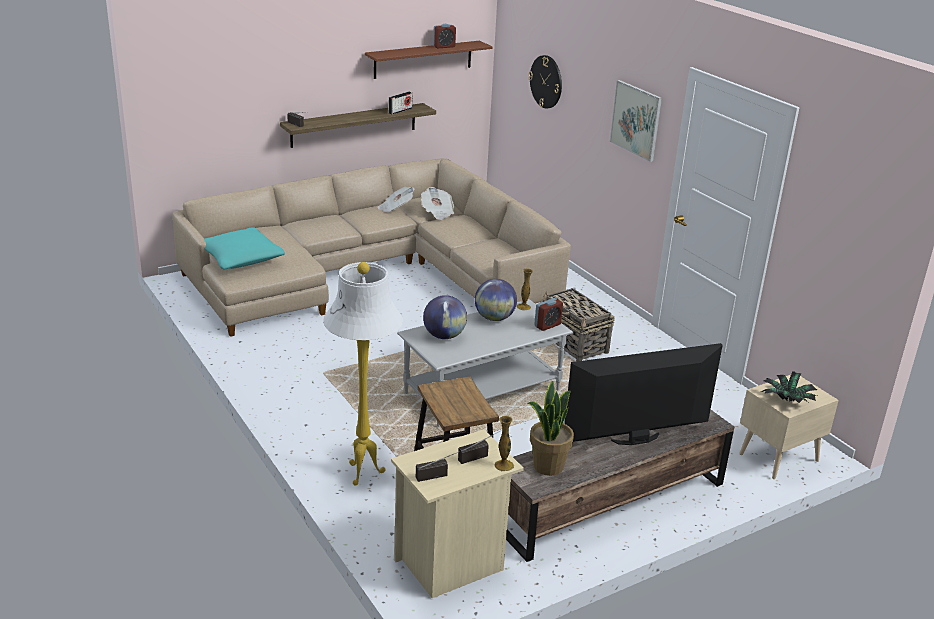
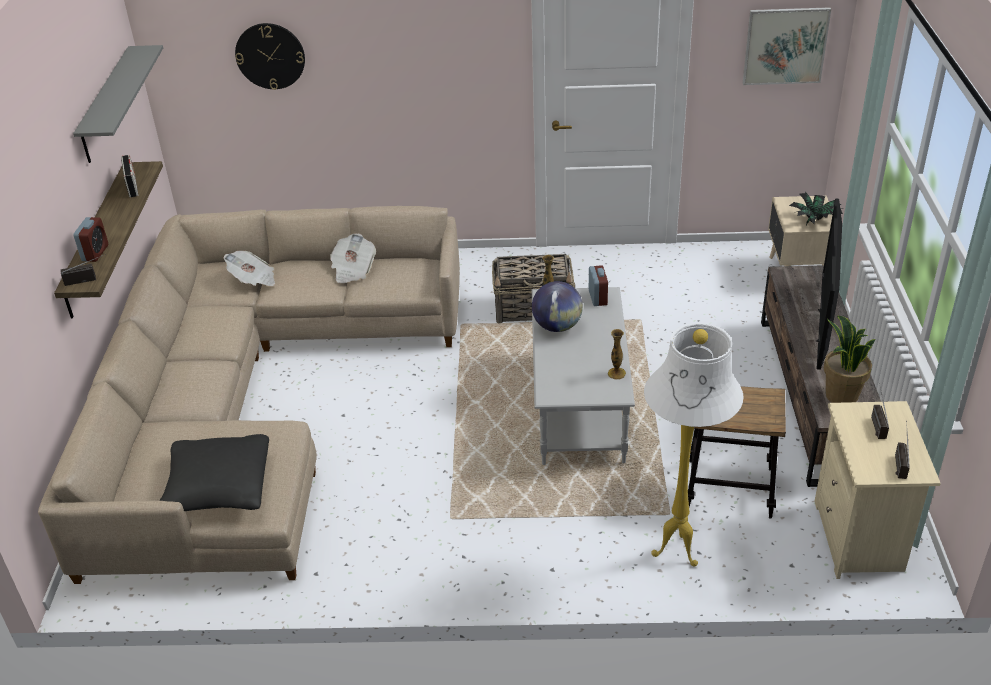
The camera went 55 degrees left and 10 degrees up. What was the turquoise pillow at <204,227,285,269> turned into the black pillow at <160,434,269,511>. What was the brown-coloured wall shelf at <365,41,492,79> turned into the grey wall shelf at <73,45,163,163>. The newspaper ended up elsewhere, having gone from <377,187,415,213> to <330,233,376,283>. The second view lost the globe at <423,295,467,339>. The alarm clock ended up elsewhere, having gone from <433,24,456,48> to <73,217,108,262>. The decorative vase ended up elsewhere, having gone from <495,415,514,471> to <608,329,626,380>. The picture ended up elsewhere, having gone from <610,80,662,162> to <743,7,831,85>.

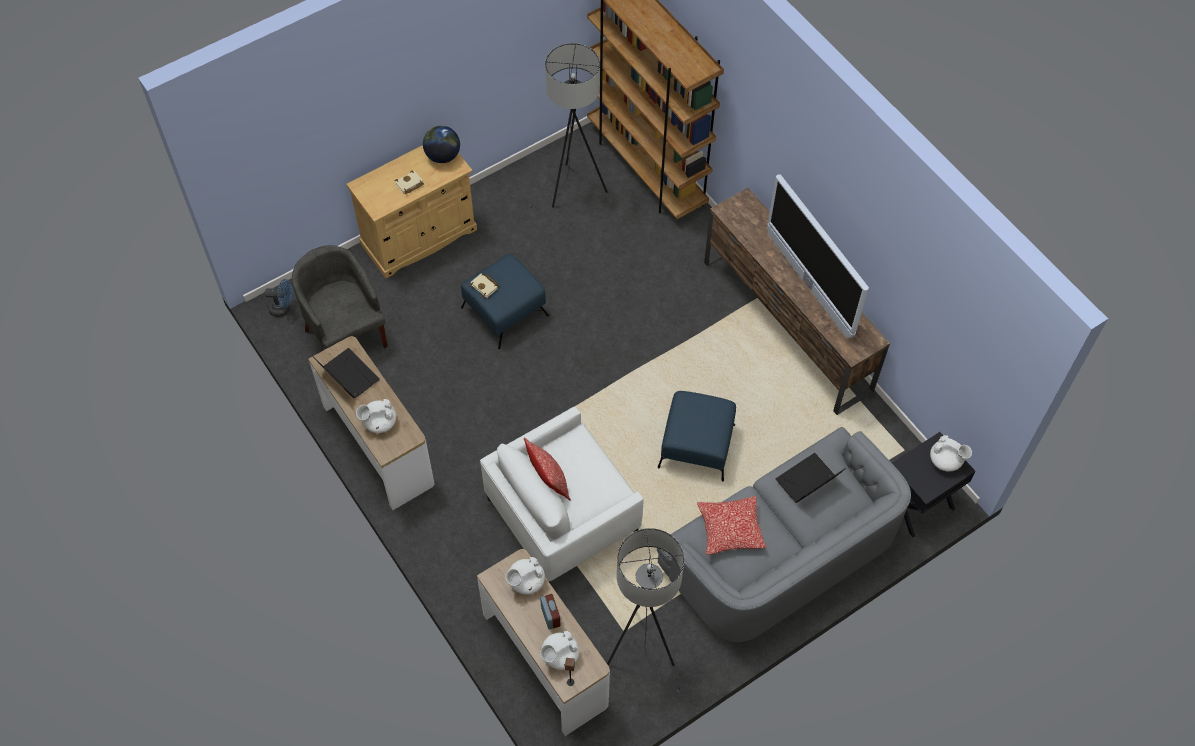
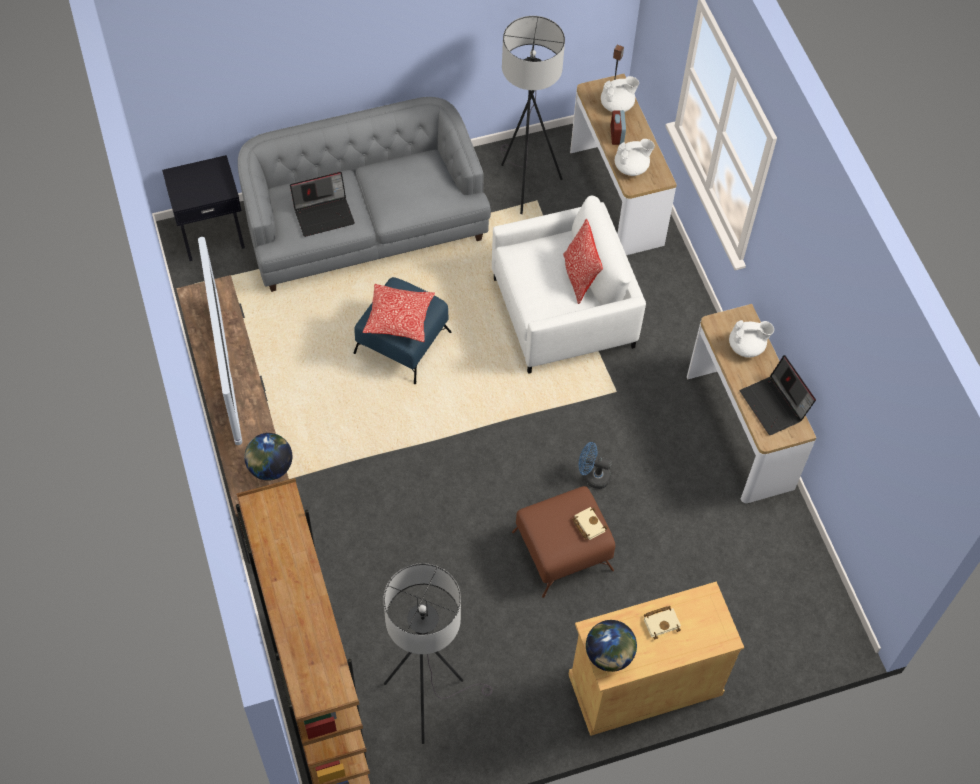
The camera went 165 degrees left and 0 degrees up. The blue-coloured cooling fan ended up elsewhere, having gone from <265,279,293,317> to <578,442,612,489>. The second view lost the grey armchair at <292,245,388,349>. What was the blue-coloured footrest at <461,254,549,349> turned into the brown-coloured footrest at <512,486,615,598>. The pillow ended up elsewhere, having gone from <697,496,766,555> to <362,284,435,342>. The second view lost the whitish teapot at <930,435,972,471>. The second view gained the globe at <244,433,292,481>.

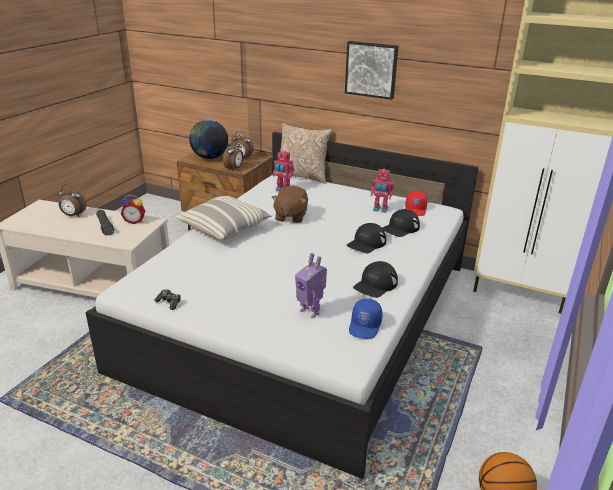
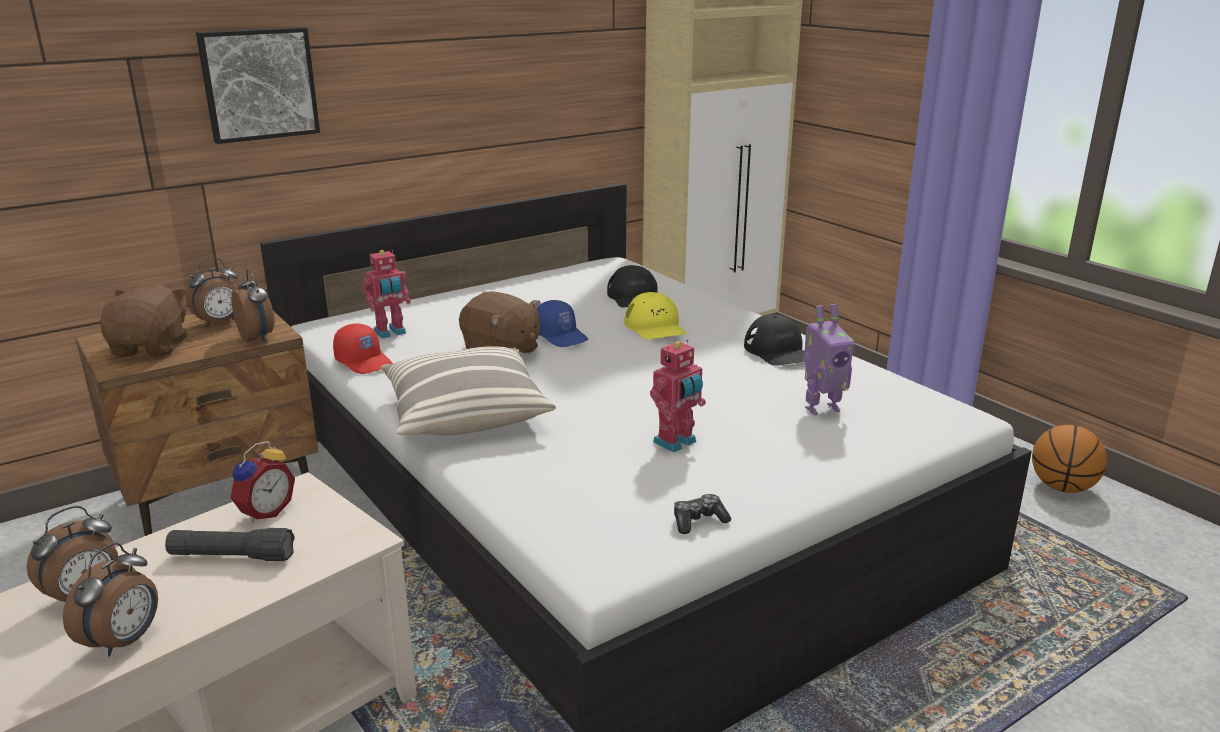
The camera went 60 degrees left and 5 degrees down. Where the globe stood at <189,120,228,159>, the brown-coloured plush toy came to stand at <100,284,187,357>. The second view lost the pillow at <280,123,333,184>. The picture ended up elsewhere, having gone from <345,41,399,100> to <196,27,320,144>. What was the black cap at <347,223,386,253> turned into the yellowish cap at <624,292,687,339>. The blue-coloured cap ended up elsewhere, having gone from <349,299,383,339> to <537,300,588,347>. The toy robot ended up elsewhere, having gone from <371,169,394,213> to <650,340,706,453>. The red-coloured cap ended up elsewhere, having gone from <405,191,427,216> to <333,324,393,374>. The second view gained the alarm clock at <63,543,158,657>.

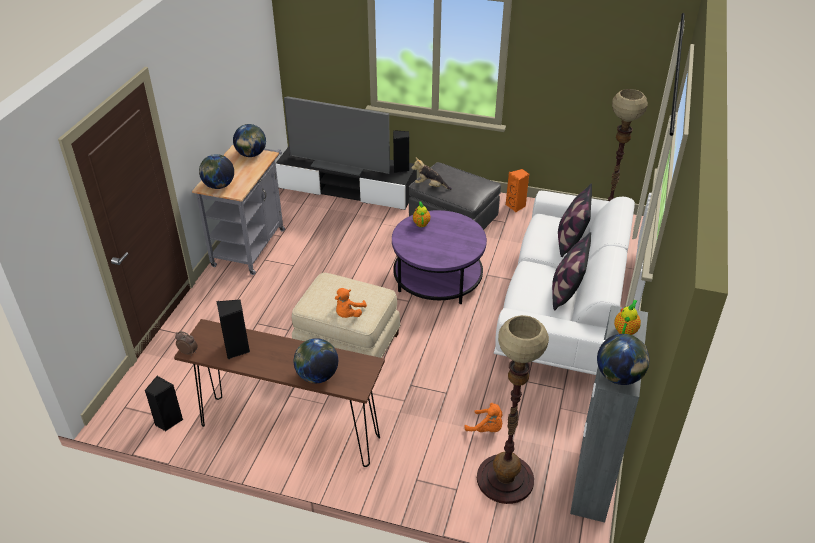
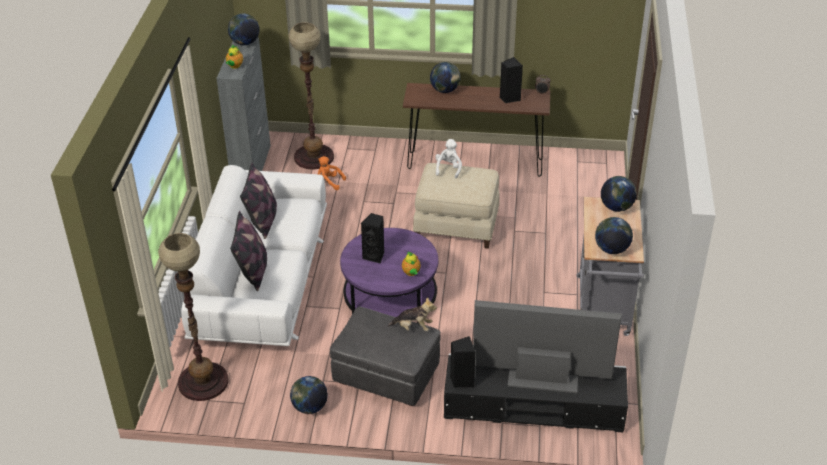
The camera went 170 degrees right and 0 degrees up. The black speaker ended up elsewhere, having gone from <145,376,183,431> to <361,213,384,264>. What was the orangey plush toy at <335,288,367,318> turned into the whitish plush toy at <435,139,462,179>. Where the orangey speaker stood at <506,169,529,212>, the globe came to stand at <290,376,328,414>.

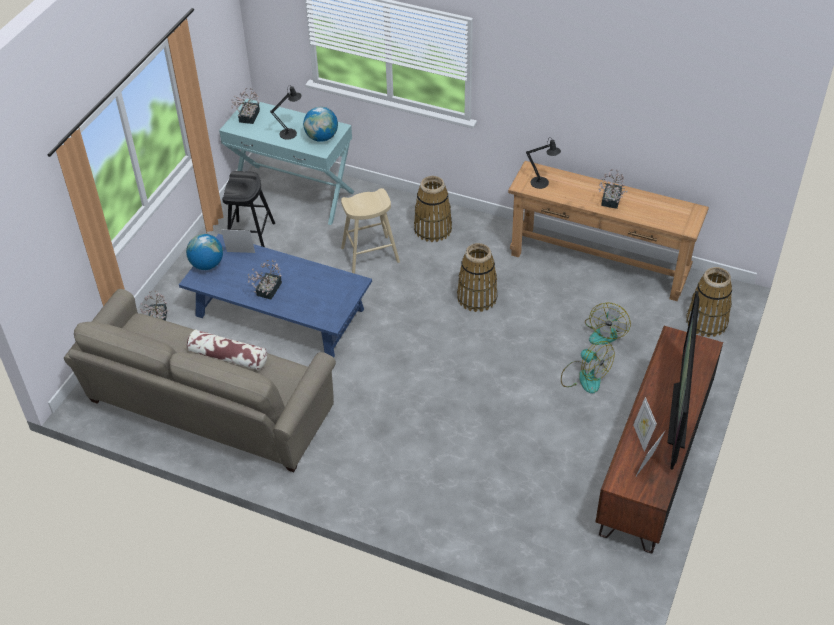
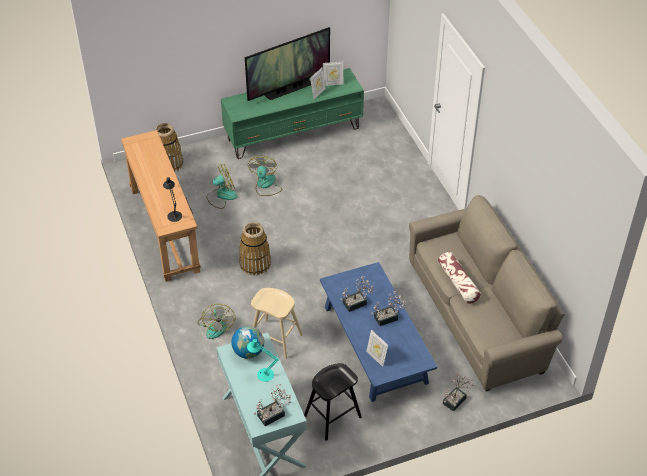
The camera went 135 degrees left and 0 degrees up. The second view lost the globe at <186,234,223,270>. What was the black tabletop lamp at <270,85,301,140> turned into the turquoise tabletop lamp at <247,339,279,382>. Where the household basket stood at <414,176,452,242>, the cooling fan came to stand at <198,304,235,339>. What was the brown-coloured tv unit at <596,326,723,553> turned into the greenish tv unit at <221,68,364,159>. The potted plant ended up elsewhere, having gone from <599,169,628,209> to <340,276,373,312>.

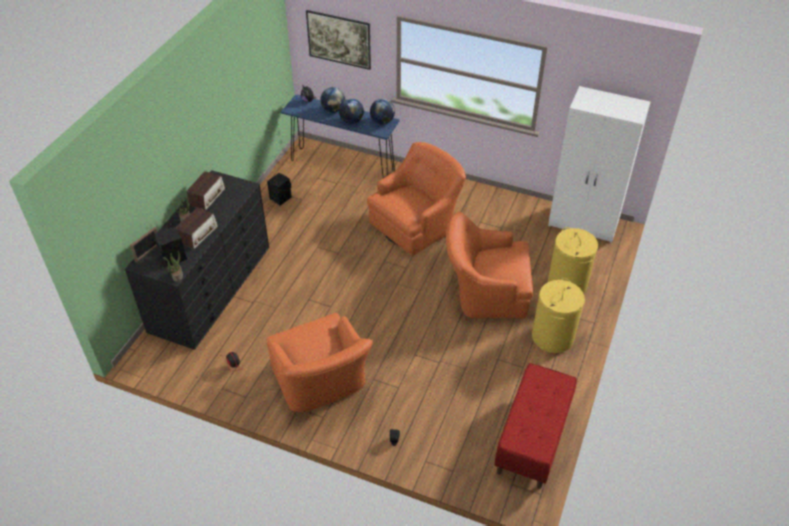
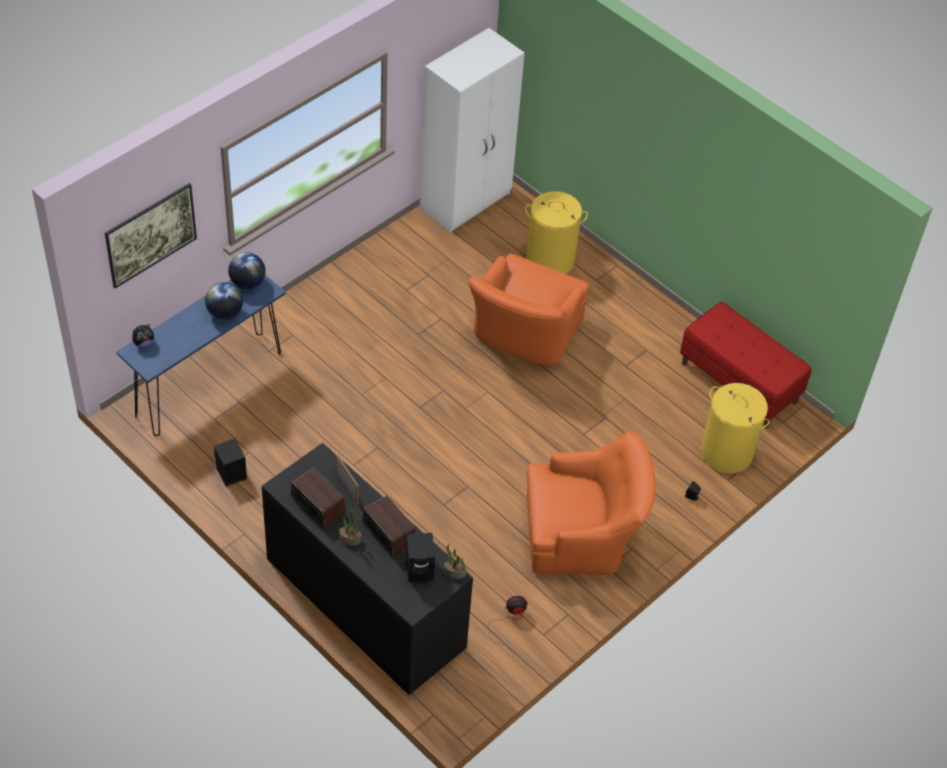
The camera went 70 degrees left and 5 degrees up. The picture frame ended up elsewhere, having gone from <130,227,157,262> to <336,455,359,505>. The second view lost the globe at <320,87,345,113>. The second view lost the orangey armchair at <367,142,466,256>. The yellowish laundry basket ended up elsewhere, having gone from <532,278,585,353> to <700,383,770,473>.

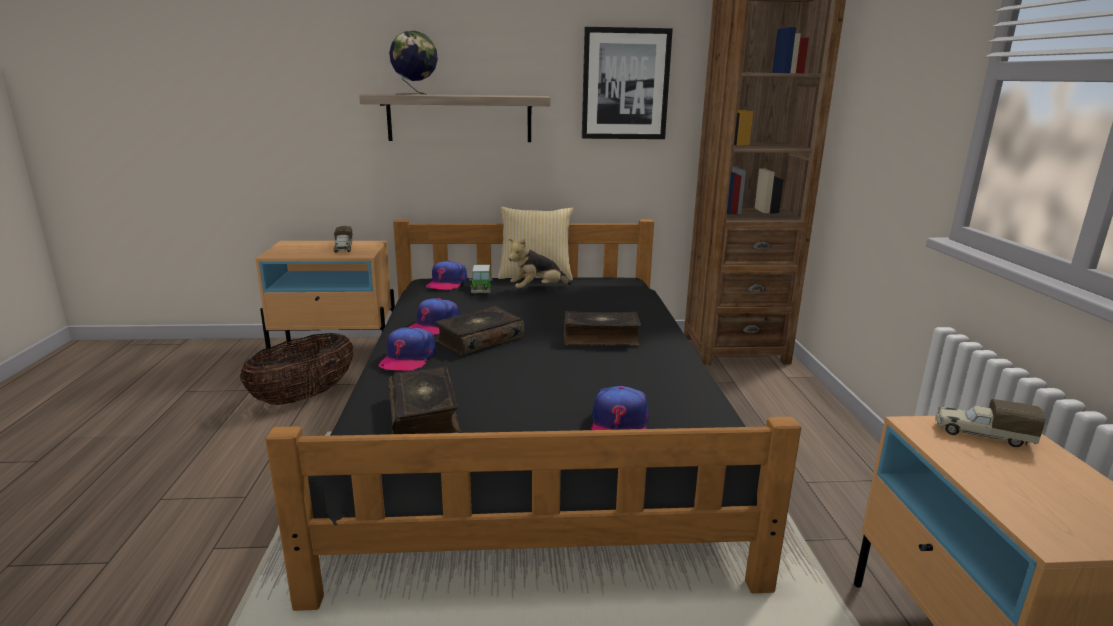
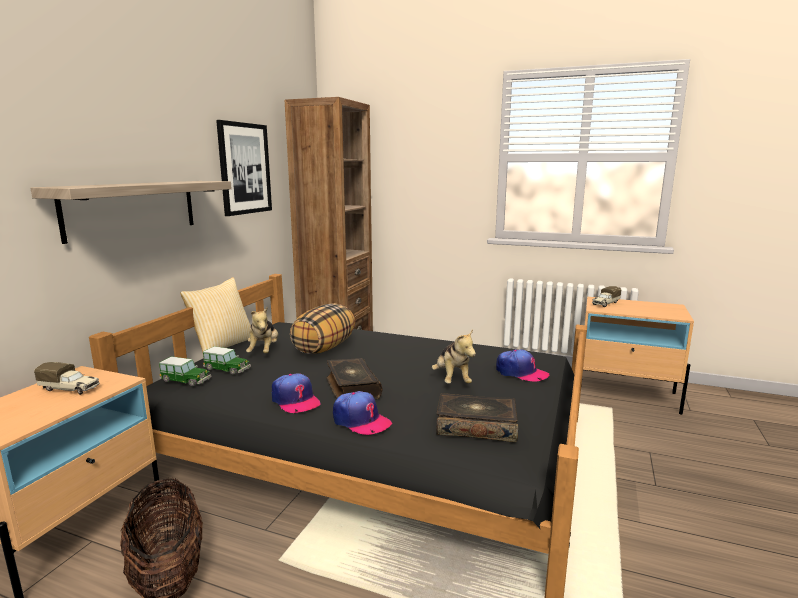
The camera went 65 degrees left and 5 degrees down. The second view lost the globe at <389,31,438,95>. Where the cap stood at <426,260,467,290>, the miniature car came to stand at <159,356,211,386>. The second view lost the bound book at <563,311,641,346>. The second view gained the pillow at <290,303,355,354>. The second view gained the plush toy at <432,329,476,384>.

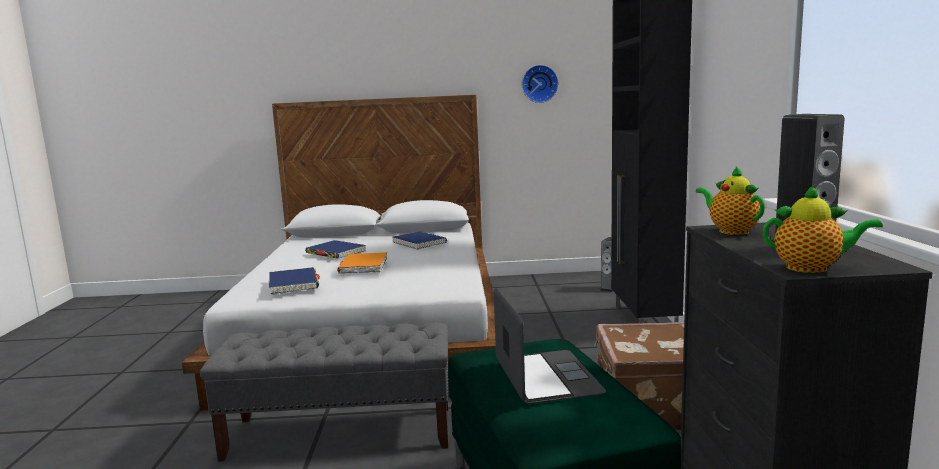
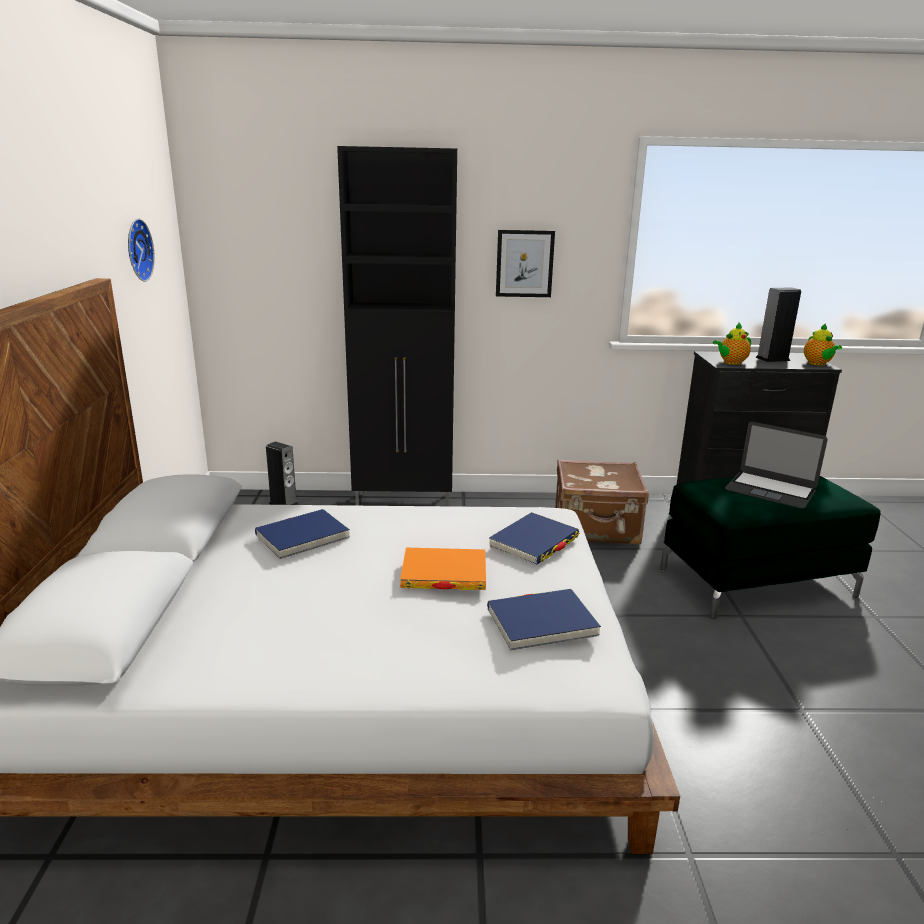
The camera went 90 degrees left and 10 degrees up. The second view lost the grey indoor bench at <200,323,449,462>. The blue-coloured bound book ended up elsewhere, having gone from <305,240,366,259> to <489,512,579,564>. The laptop at <494,288,606,404> ended up facing another way, 135 degrees counterclockwise from before. The teapot at <762,185,883,273> ended up facing another way, 150 degrees clockwise from before. The second view gained the picture at <496,230,555,297>.

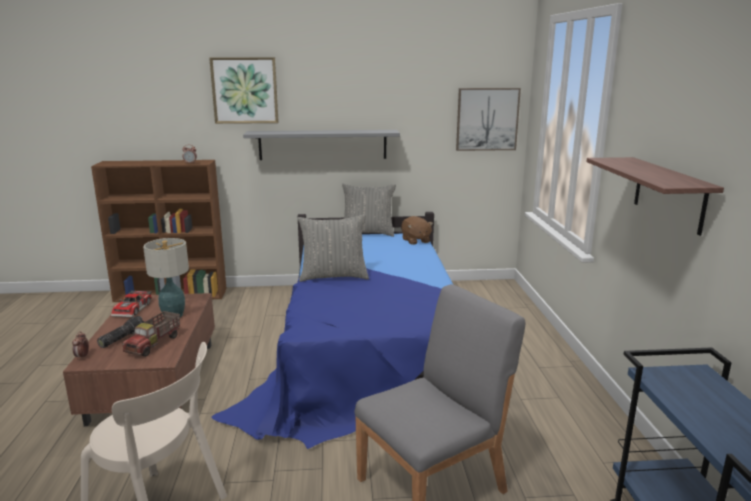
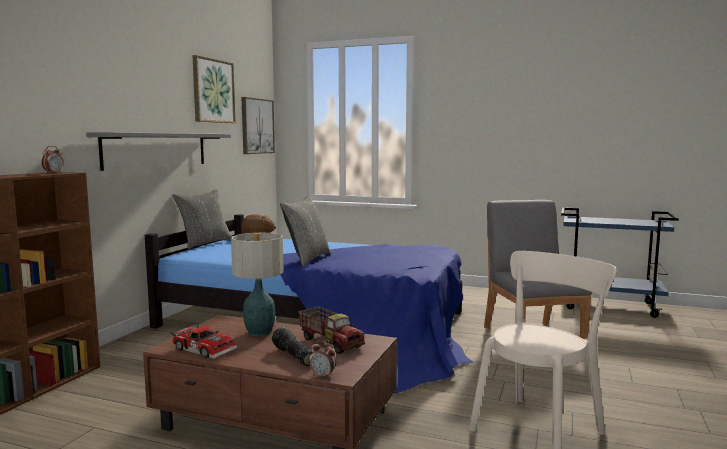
The camera went 65 degrees left and 10 degrees down. The picture ended up elsewhere, having gone from <209,57,279,124> to <192,55,236,123>. The second view lost the wall shelf at <587,157,724,236>.

